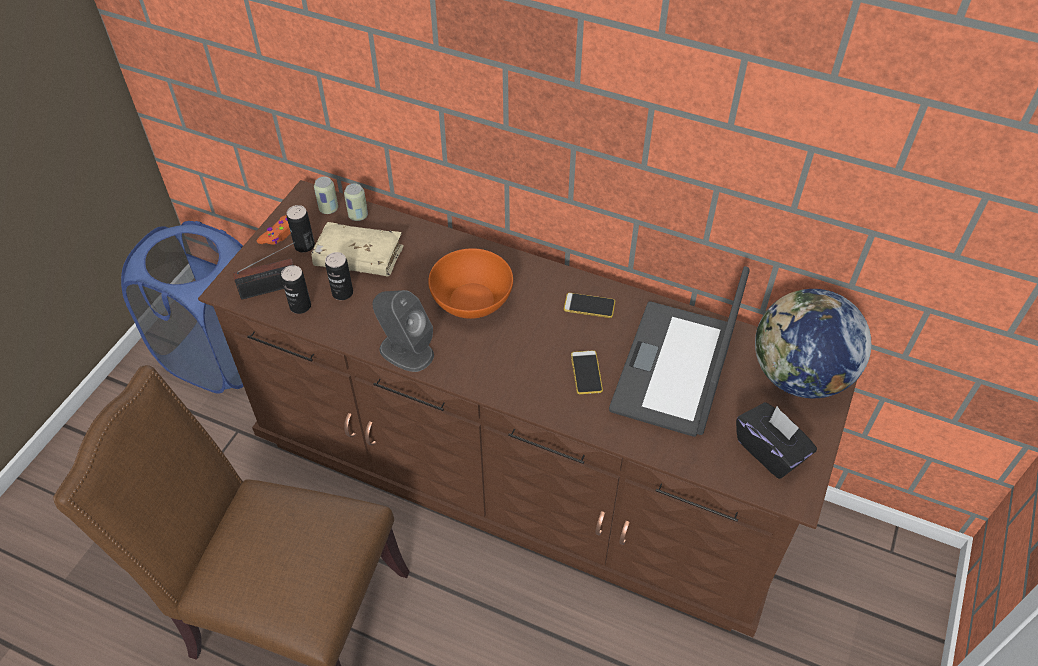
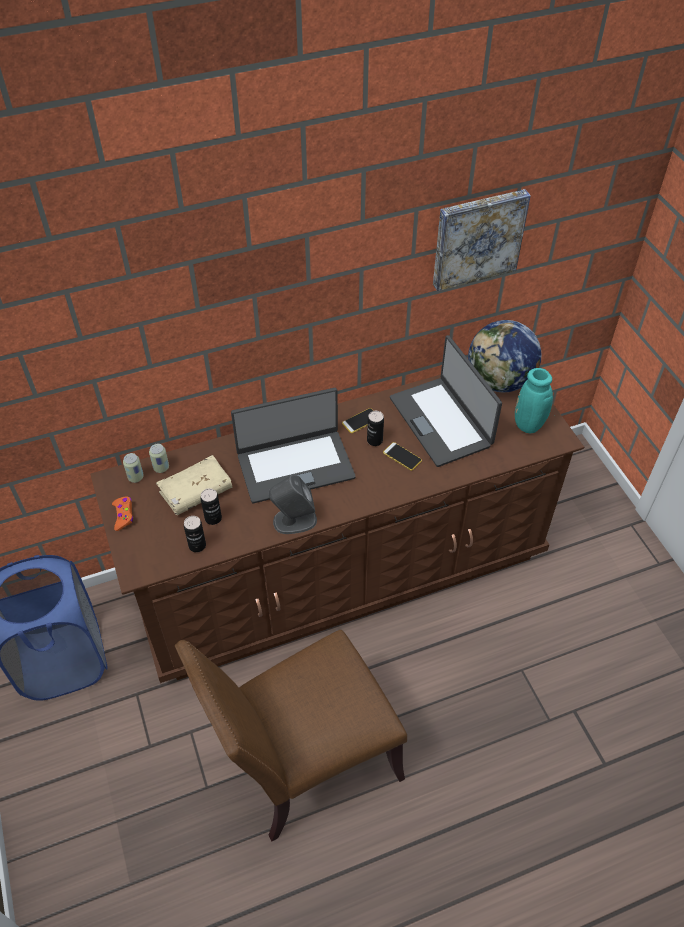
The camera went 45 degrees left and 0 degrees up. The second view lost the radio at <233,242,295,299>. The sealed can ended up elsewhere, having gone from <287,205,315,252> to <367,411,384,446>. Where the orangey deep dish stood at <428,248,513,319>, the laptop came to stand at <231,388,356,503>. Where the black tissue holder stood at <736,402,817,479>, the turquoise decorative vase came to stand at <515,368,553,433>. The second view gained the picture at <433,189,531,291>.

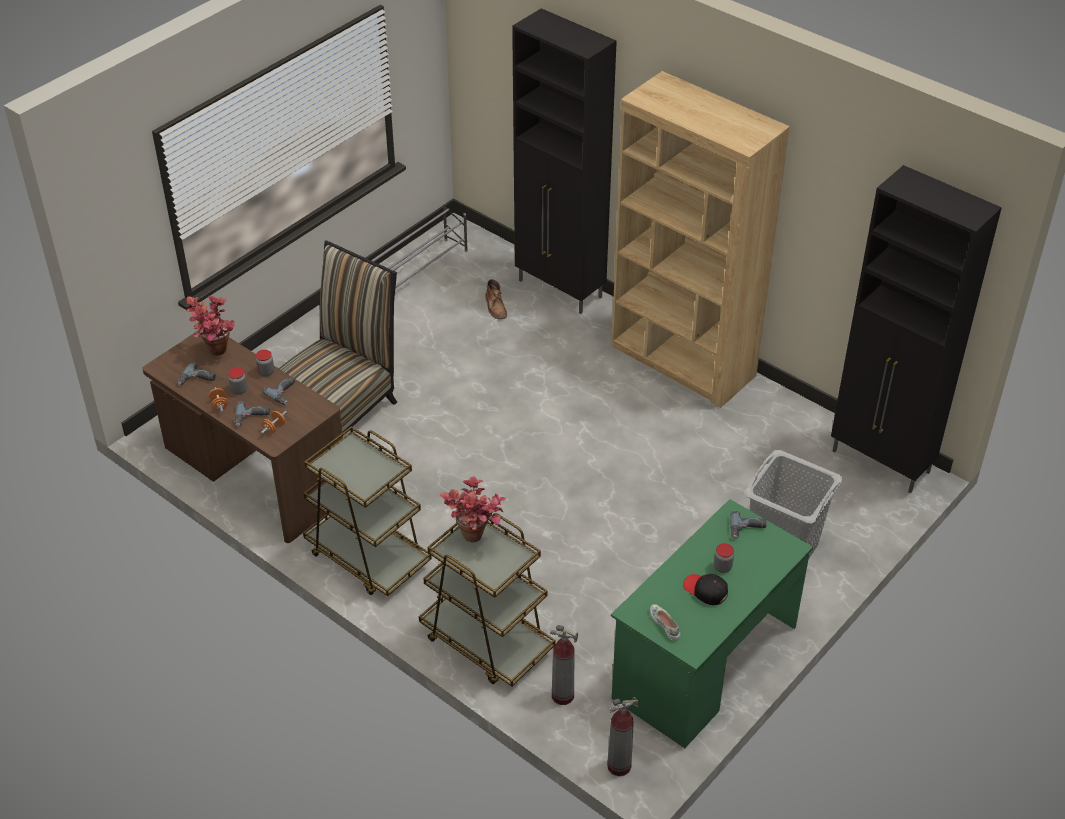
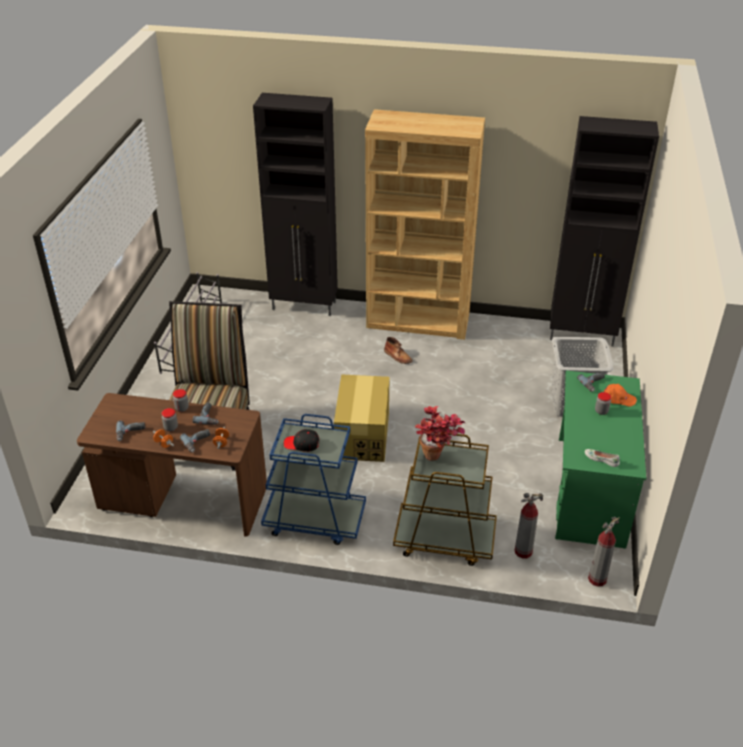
The camera went 30 degrees left and 5 degrees down. The second view lost the potted plant at <186,296,235,356>. What was the brown-coloured wheeled cart at <303,426,432,596> turned into the blue-coloured wheeled cart at <261,414,366,545>. The brown-coloured high-top boot ended up elsewhere, having gone from <485,279,507,319> to <384,337,413,364>. The black cap ended up elsewhere, having gone from <683,574,728,605> to <284,429,319,452>. The second view gained the carton at <334,374,390,462>. The second view gained the orangey cap at <604,384,637,407>.

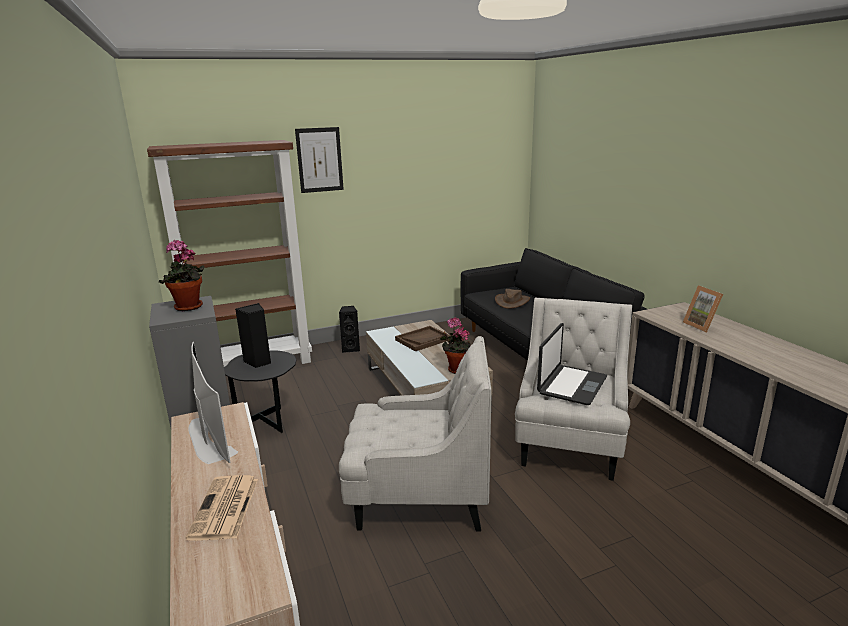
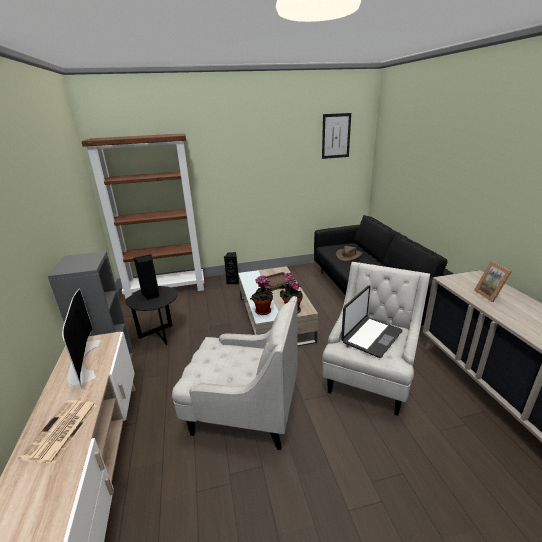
The camera went 10 degrees right and 5 degrees up. The potted plant ended up elsewhere, having gone from <159,240,204,311> to <250,276,274,315>. The picture ended up elsewhere, having gone from <295,127,344,193> to <322,113,351,159>.

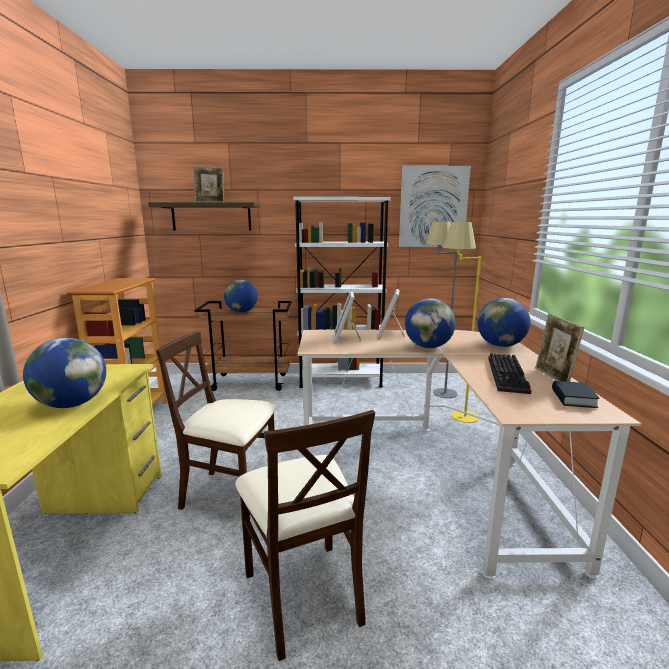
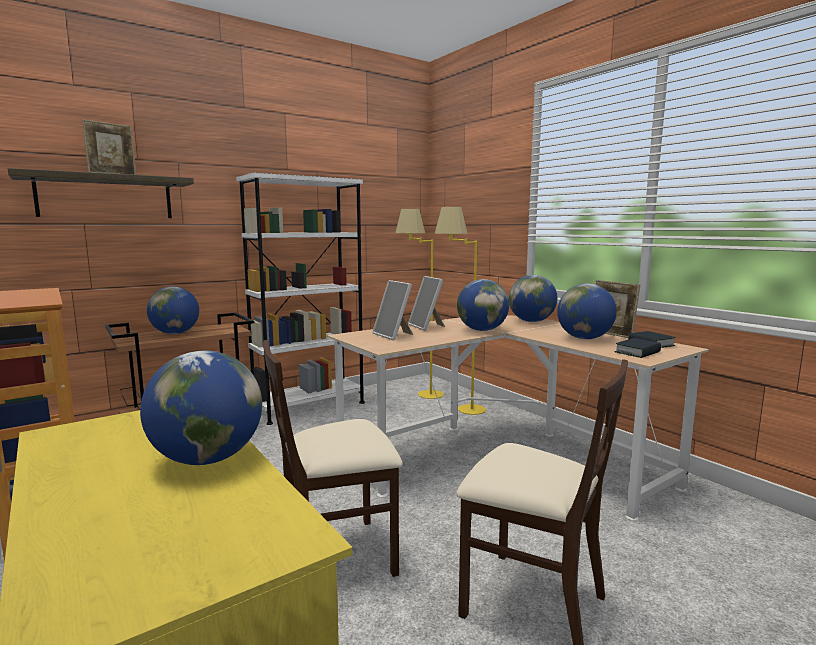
The camera went 35 degrees left and 5 degrees down. The second view lost the picture at <399,166,471,247>. What was the grey floor lamp at <426,222,457,398> turned into the yellowish floor lamp at <395,209,444,399>. Where the PC keyboard stood at <488,353,531,394>, the globe came to stand at <557,283,617,339>. The second view gained the bound book at <614,338,661,358>.

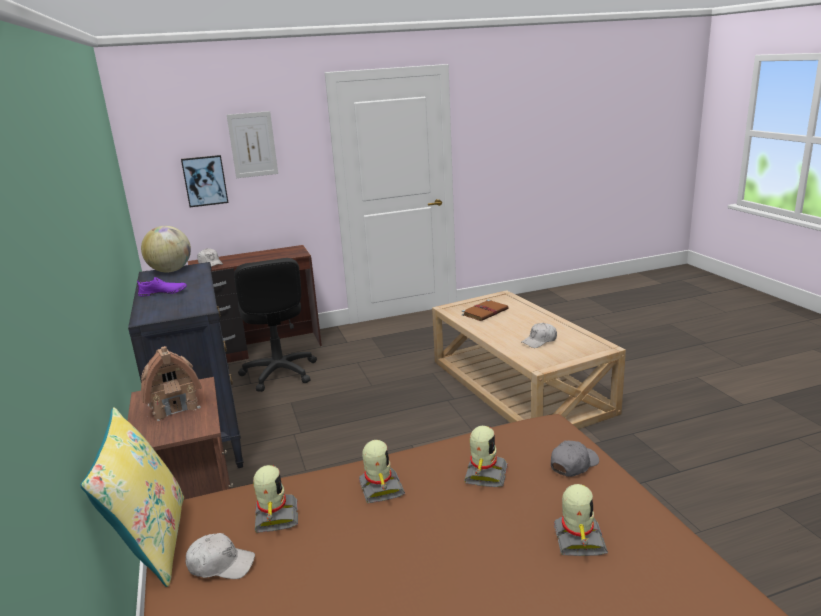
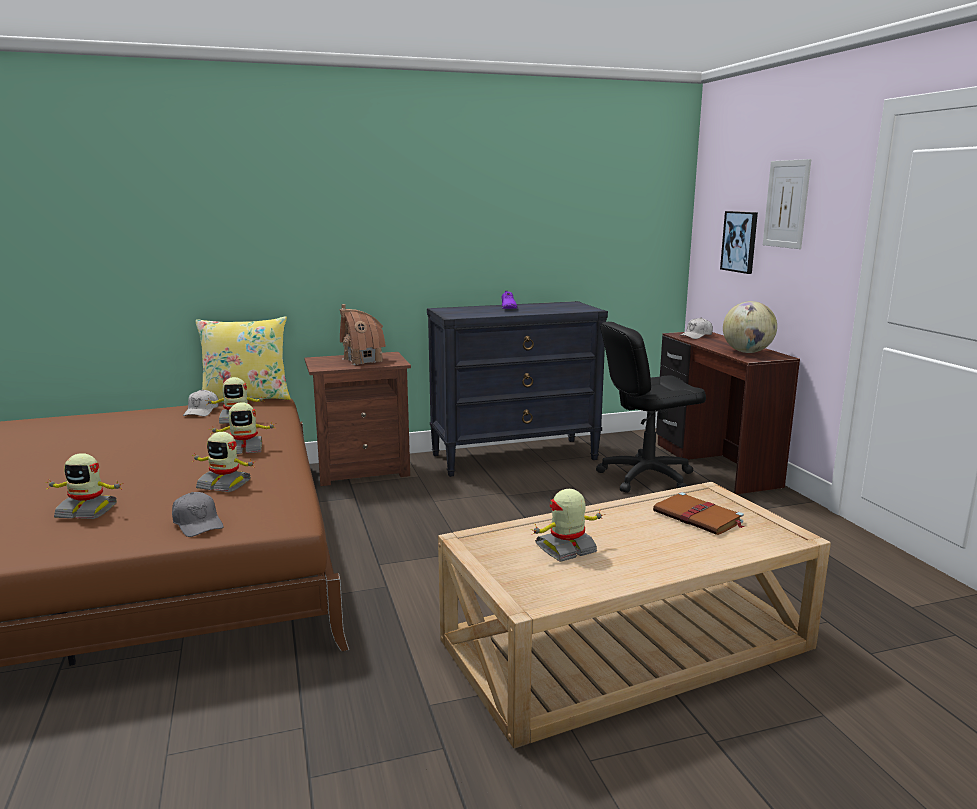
The camera went 90 degrees right and 5 degrees down. The globe ended up elsewhere, having gone from <141,226,191,272> to <723,301,777,353>. Where the whitish cap stood at <521,323,557,348>, the toy robot came to stand at <531,489,603,562>.

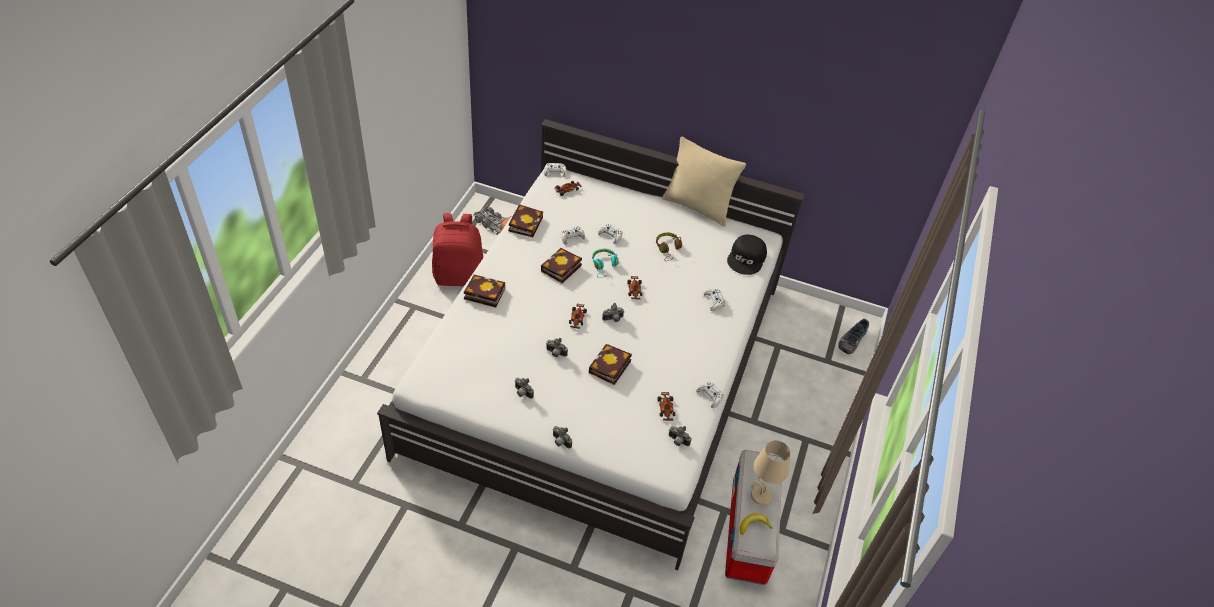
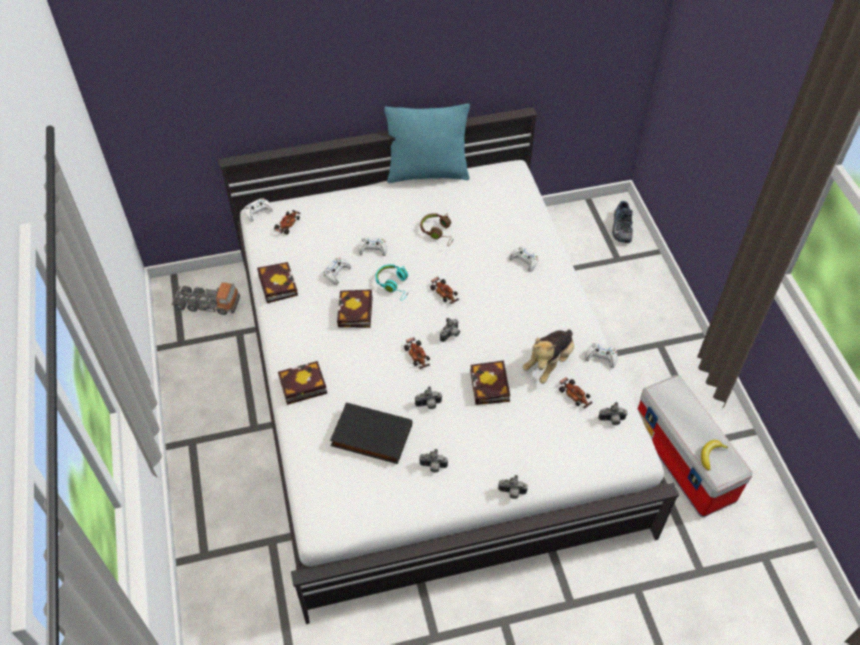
The camera went 30 degrees left and 5 degrees up. The second view lost the red-coloured rucksack at <432,213,484,286>. What was the beige pillow at <662,137,746,227> turned into the turquoise pillow at <384,104,470,183>. The second view lost the black cap at <727,235,767,275>. The second view lost the beige tabletop lamp at <751,440,790,505>. The second view gained the black bound book at <330,403,412,464>. The second view gained the plush toy at <522,329,574,384>.

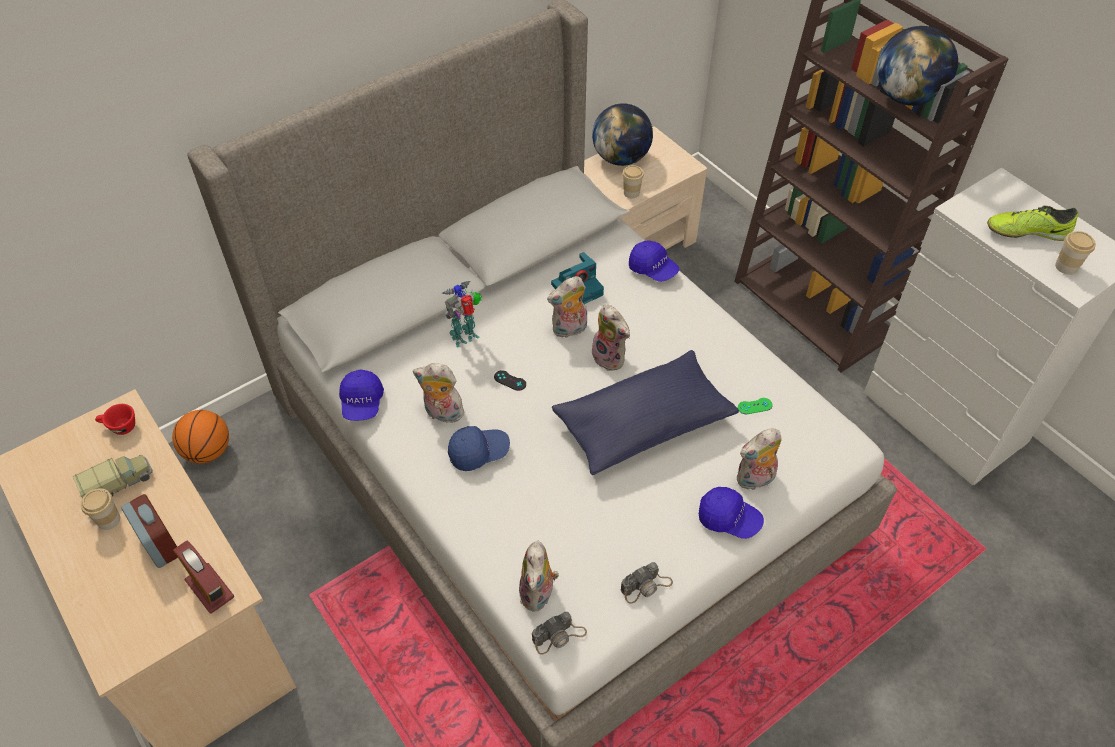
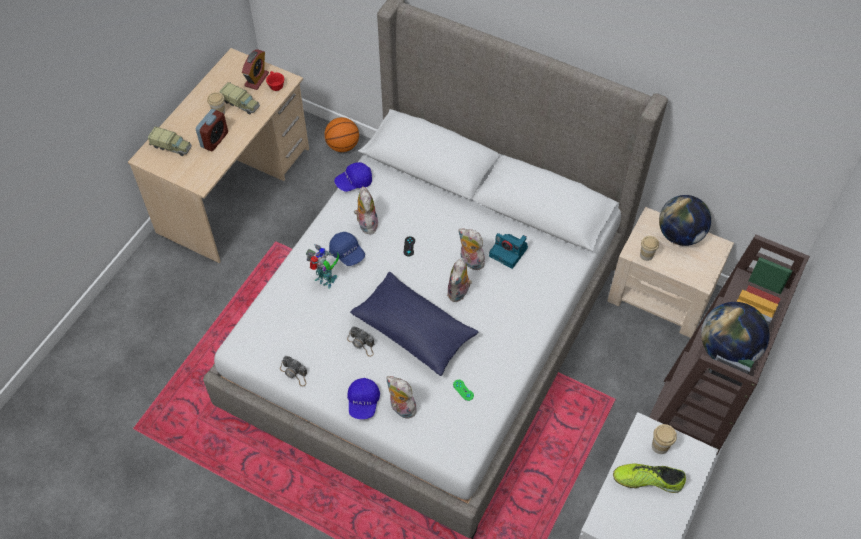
The camera went 65 degrees right and 5 degrees up. The alarm clock ended up elsewhere, having gone from <173,541,234,614> to <242,49,269,90>. The toy robot ended up elsewhere, having gone from <443,281,482,347> to <306,244,339,289>. The second view lost the plush toy at <519,540,559,611>. The photo camera ended up elsewhere, having gone from <532,612,587,655> to <347,326,374,357>. The second view lost the blue-coloured cap at <629,241,679,282>. The item of footwear at <987,205,1078,241> ended up facing another way, 60 degrees counterclockwise from before. The small cup ended up elsewhere, having gone from <1055,231,1096,275> to <652,424,677,454>. The second view gained the model truck at <148,126,192,156>.

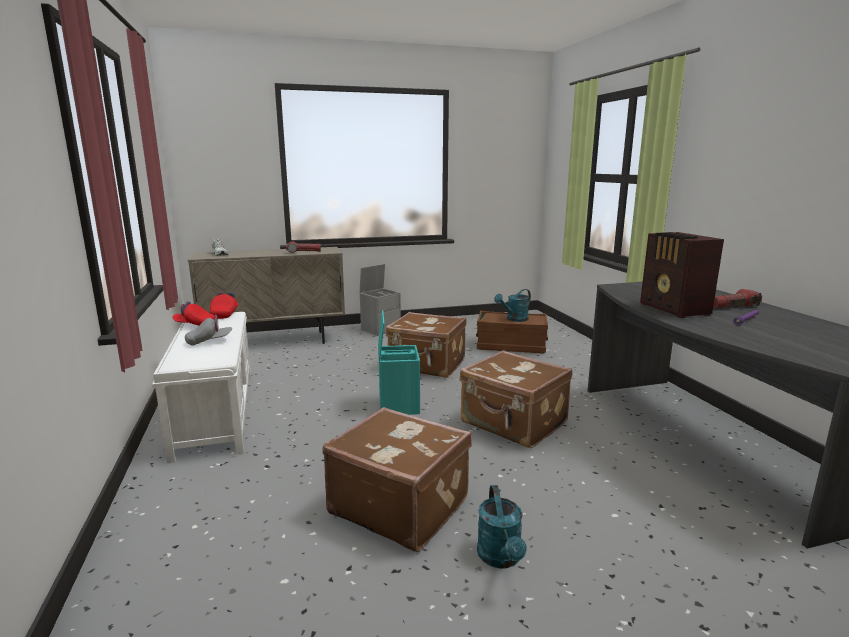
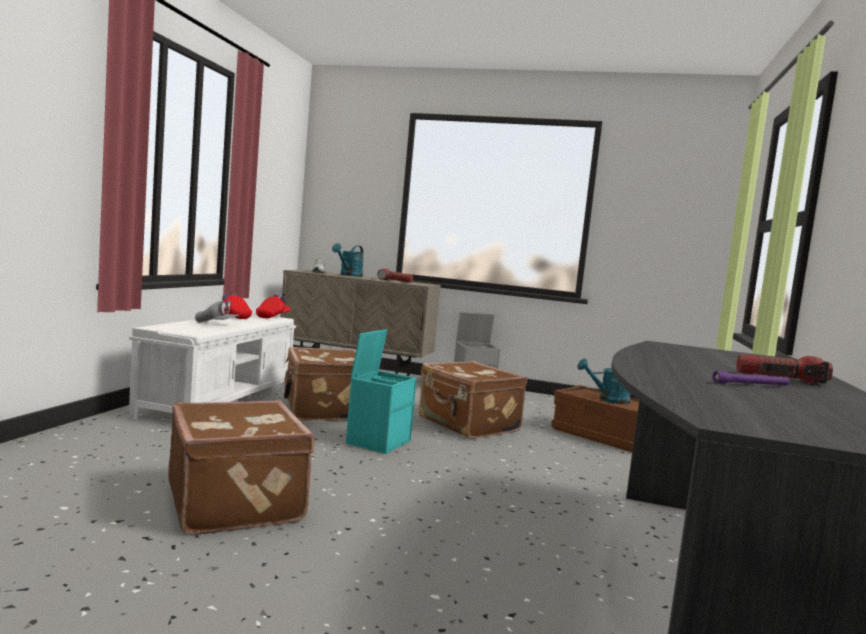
The camera went 30 degrees right and 10 degrees down. The brown-coloured suitcase ended up elsewhere, having gone from <460,350,572,448> to <284,347,356,421>. The turquoise watering can ended up elsewhere, having gone from <477,485,527,568> to <332,243,363,277>. The second view lost the radio at <640,232,724,318>.

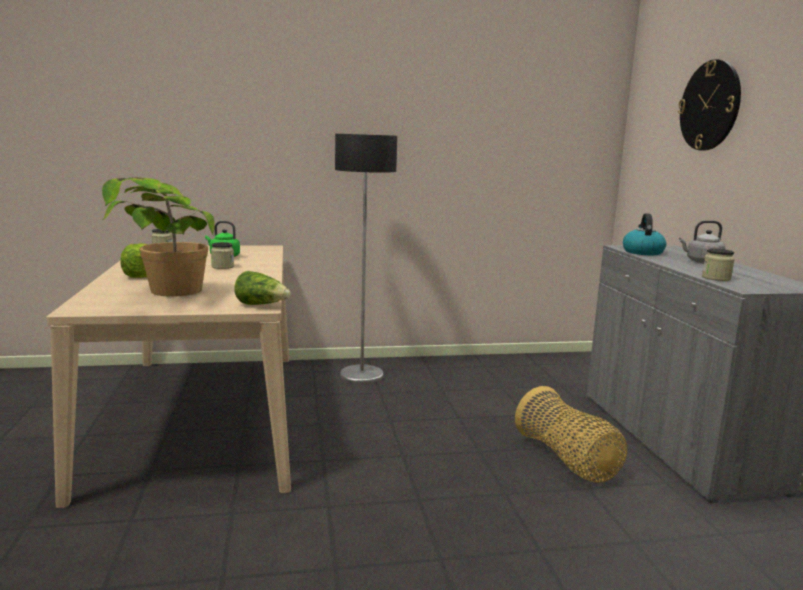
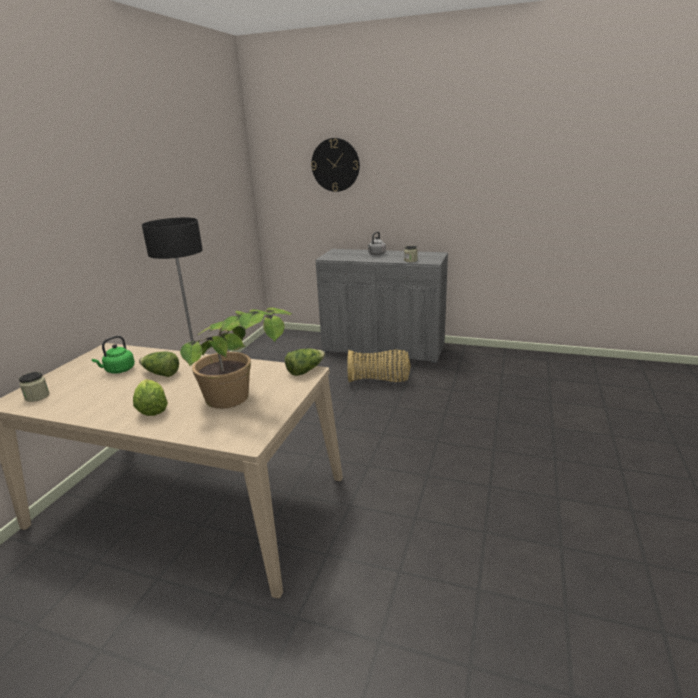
The camera went 60 degrees left and 10 degrees up. Where the preserve jar stood at <211,242,234,269>, the head of lettuce came to stand at <139,351,179,377>. The second view lost the water kettle at <623,213,666,255>.

